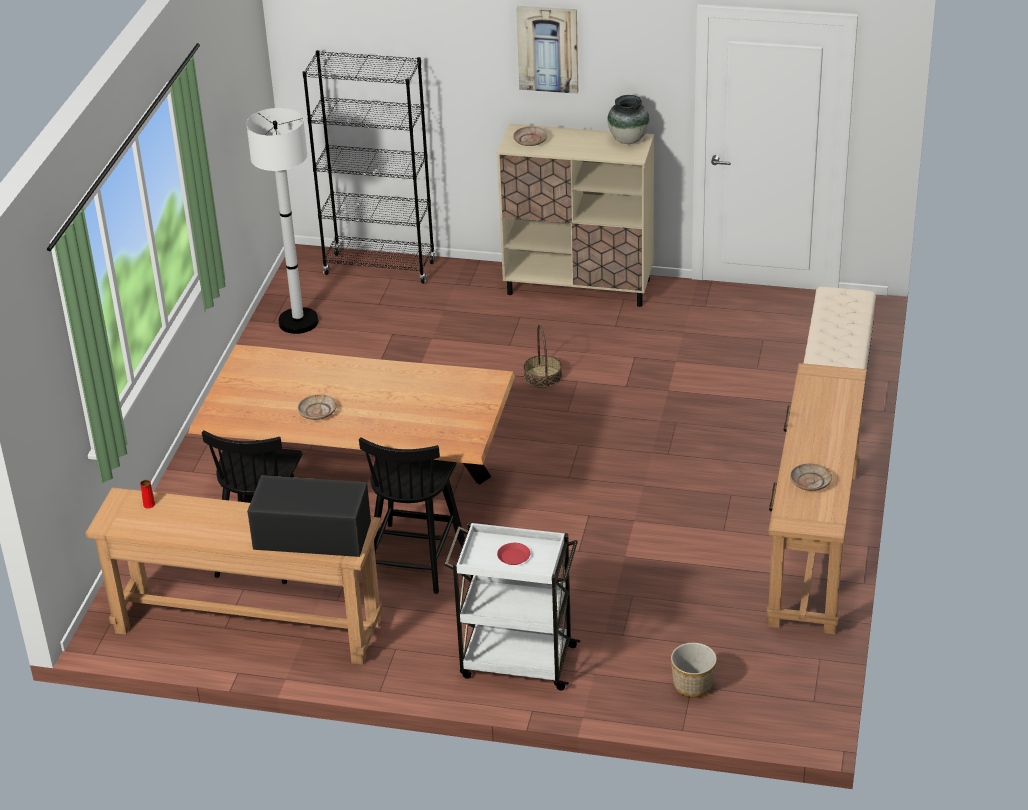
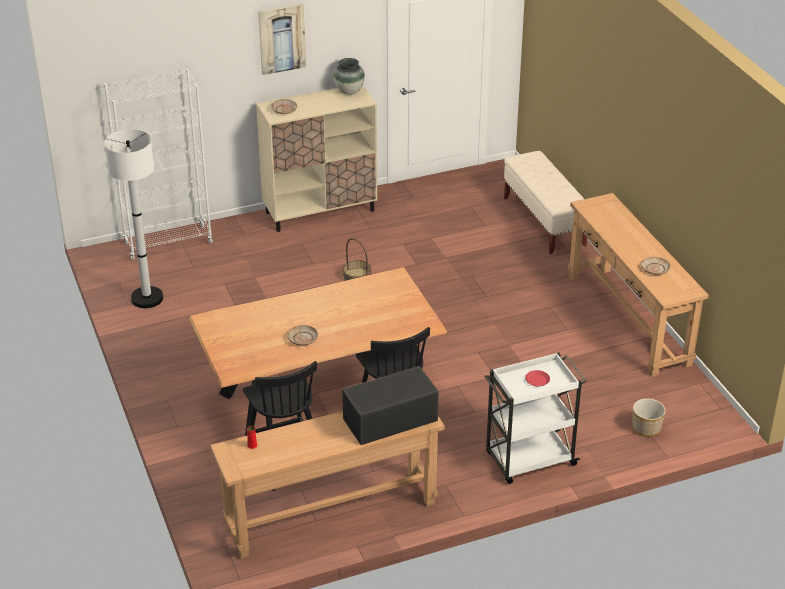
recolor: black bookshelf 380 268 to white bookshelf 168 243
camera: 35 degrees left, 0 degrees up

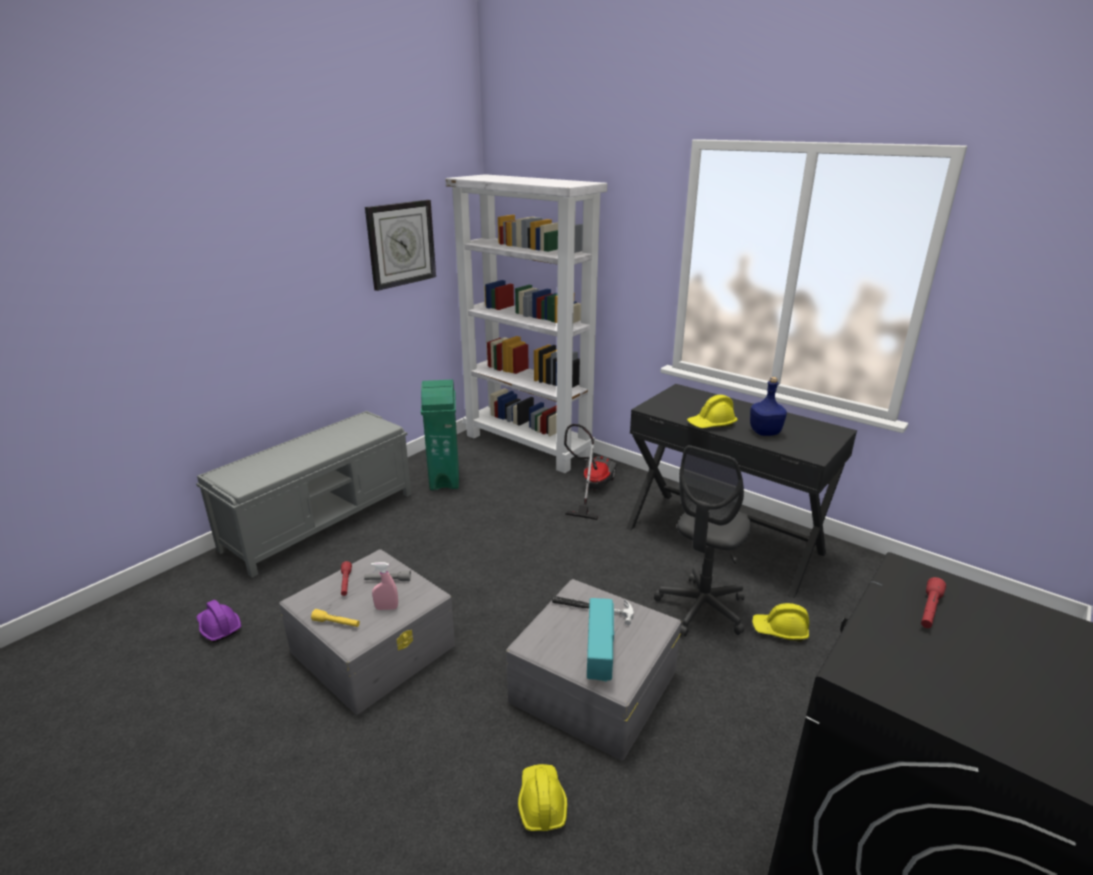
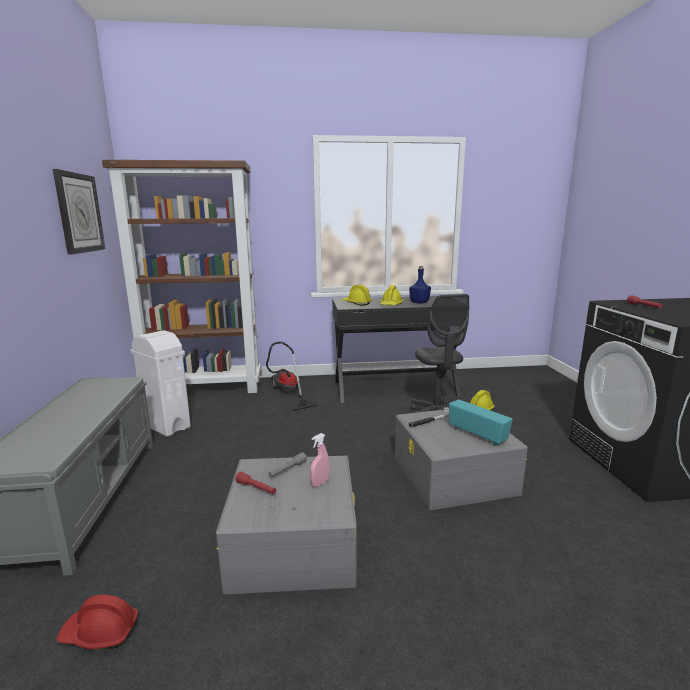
delete: yellow torch 336 623
move: yellow work helmet 541 802 to 356 303
recolor: purplish work helmet 219 627 to red work helmet 100 632; greenish waste bin 445 478 to white waste bin 167 426; white bookshelf 528 446 to brown bookshelf 205 388
camera: 45 degrees left, 10 degrees down

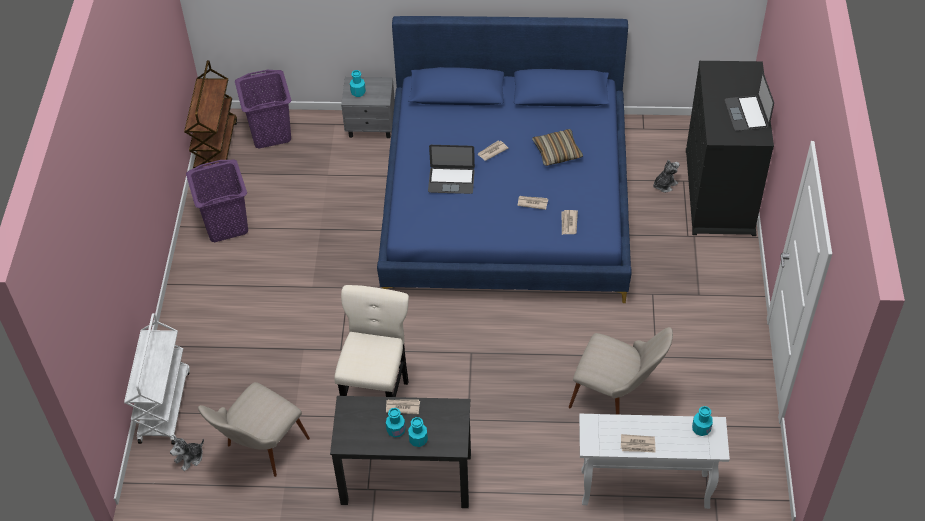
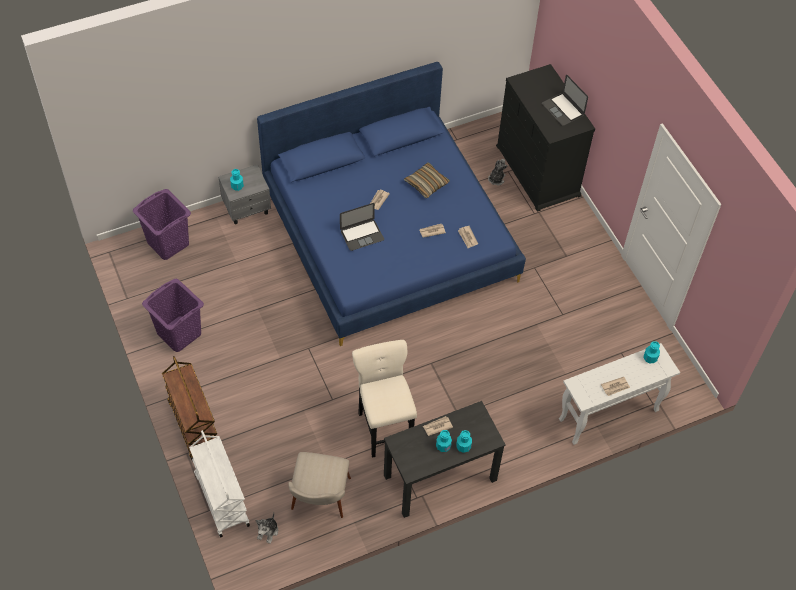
delete: beige-coloured plain chair 616 396
move: brown wheeled cart 215 148 to 193 425
camera: 30 degrees left, 5 degrees up

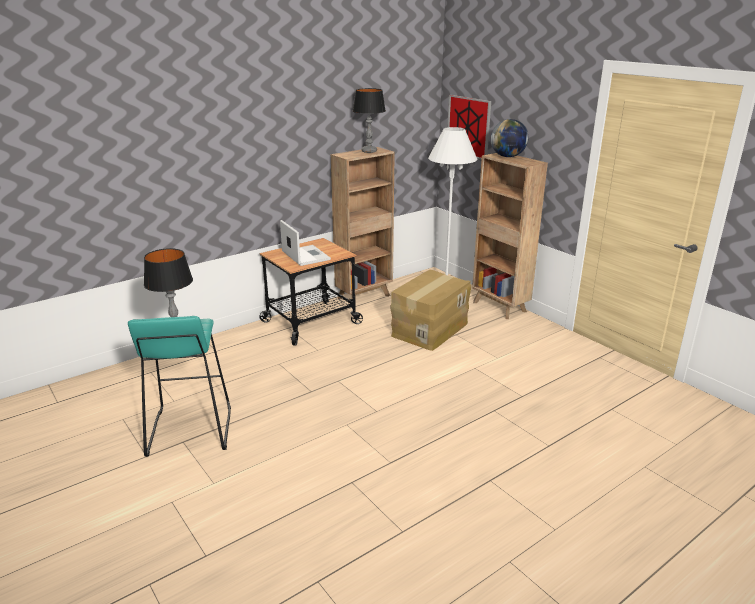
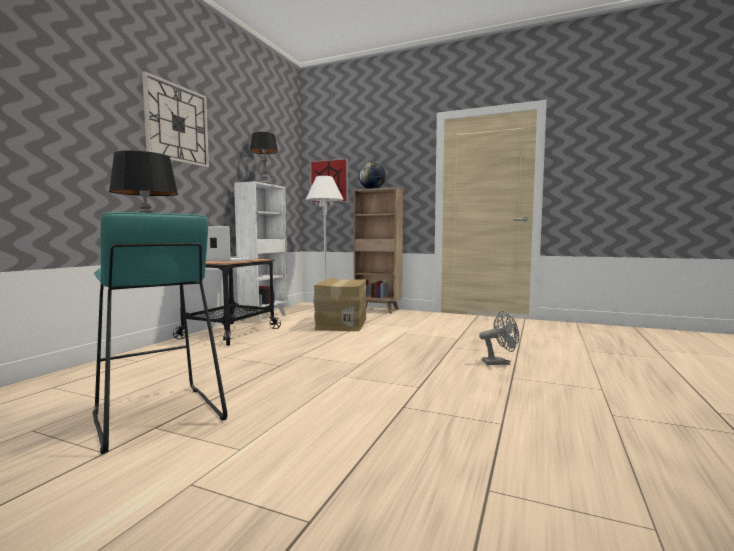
insert: wall clock 177 124; grey cooling fan 500 363
recolor: brown bookshelf 364 296 to white bookshelf 264 317
camera: 30 degrees left, 20 degrees down

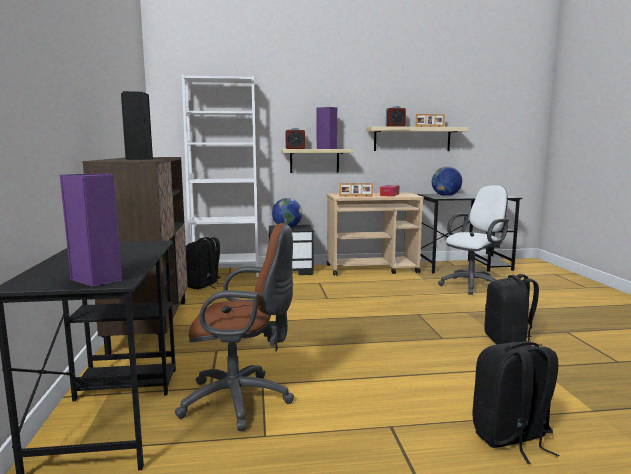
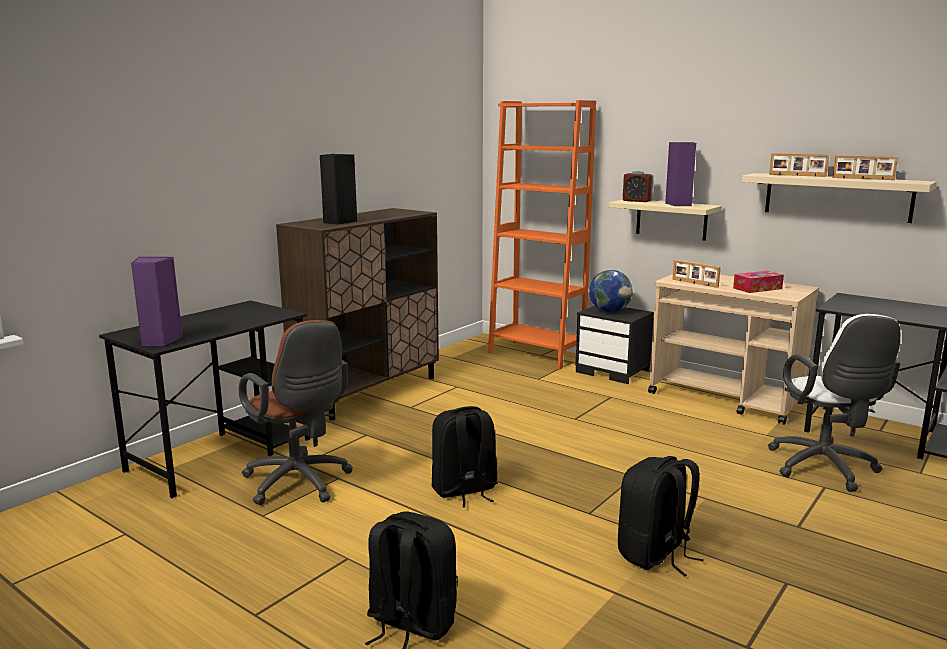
delete: world globe 446 196
move: black rucksack 204 285 to 464 490
replace: alarm clock 395 126 to picture frame 797 175
recolor: white bookshelf 225 273 to orangey bookshelf 536 354
rotate: white desk chair 473 285 = 825 469 75 degrees clockwise
camera: 45 degrees right, 5 degrees up

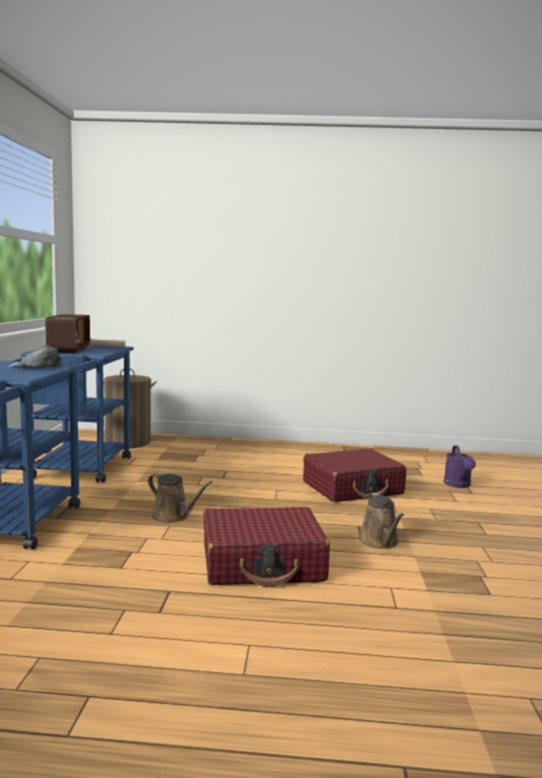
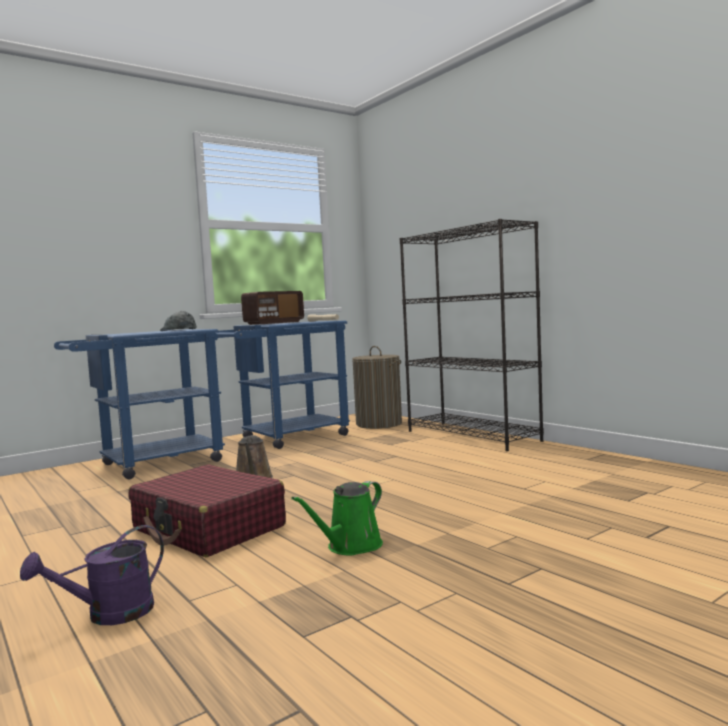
delete: red piece of luggage 353 488
insert: black bookshelf 472 436
move: purplish watering pot 458 485 to 109 615
recolor: brown watering pot 380 542 to greenish watering pot 350 547
camera: 50 degrees right, 5 degrees down

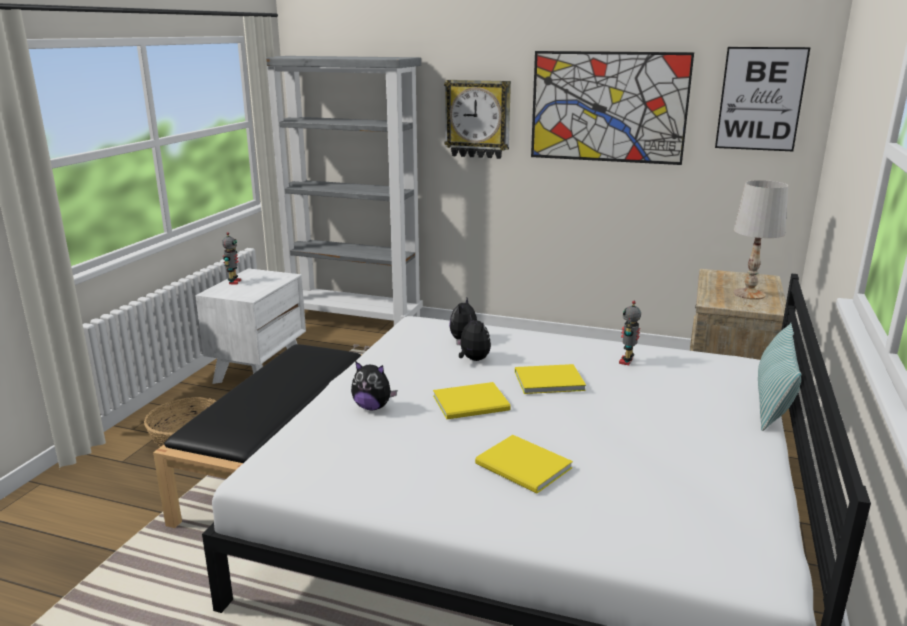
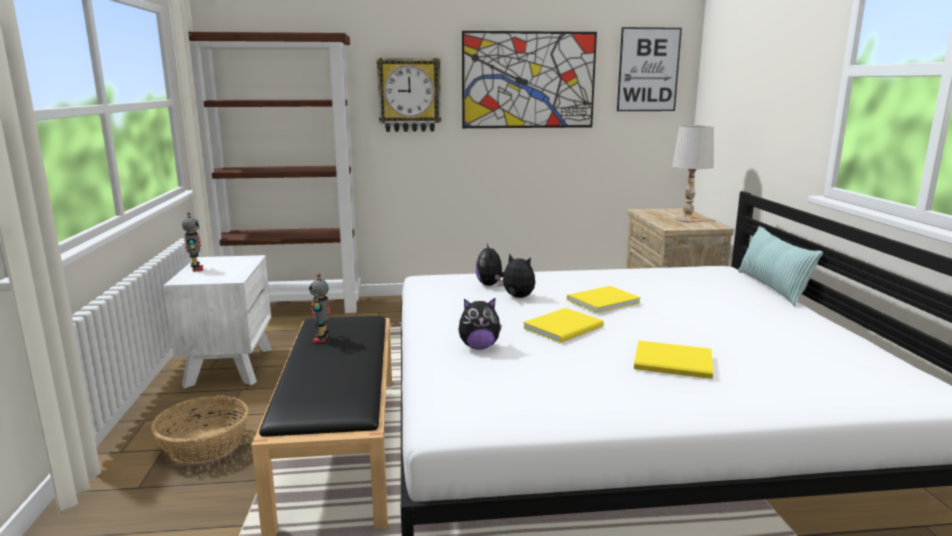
move: model robot 627 361 to 322 339
recolor: grey bookshelf 354 320 to brown bookshelf 292 307
camera: 25 degrees left, 5 degrees down

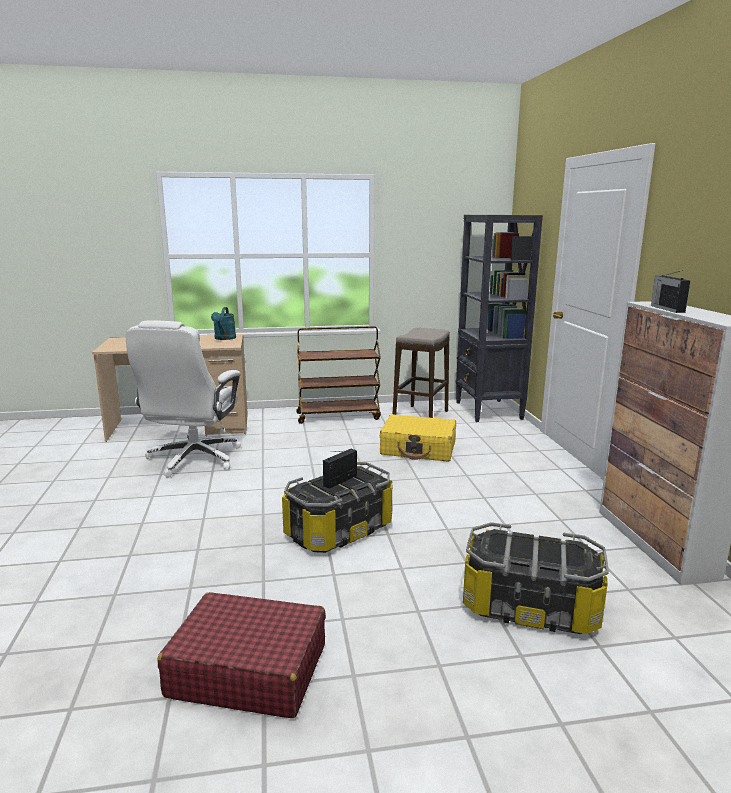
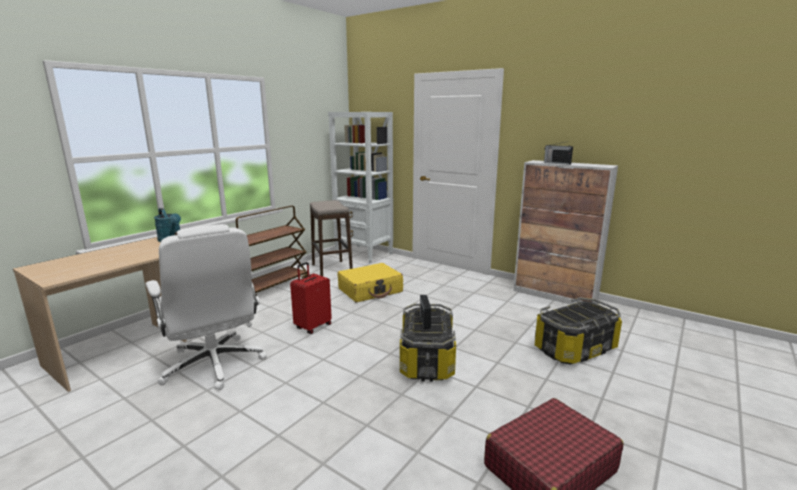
insert: red piece of luggage 312 326
recolor: black bookshelf 488 411 to white bookshelf 364 254
camera: 45 degrees left, 0 degrees up

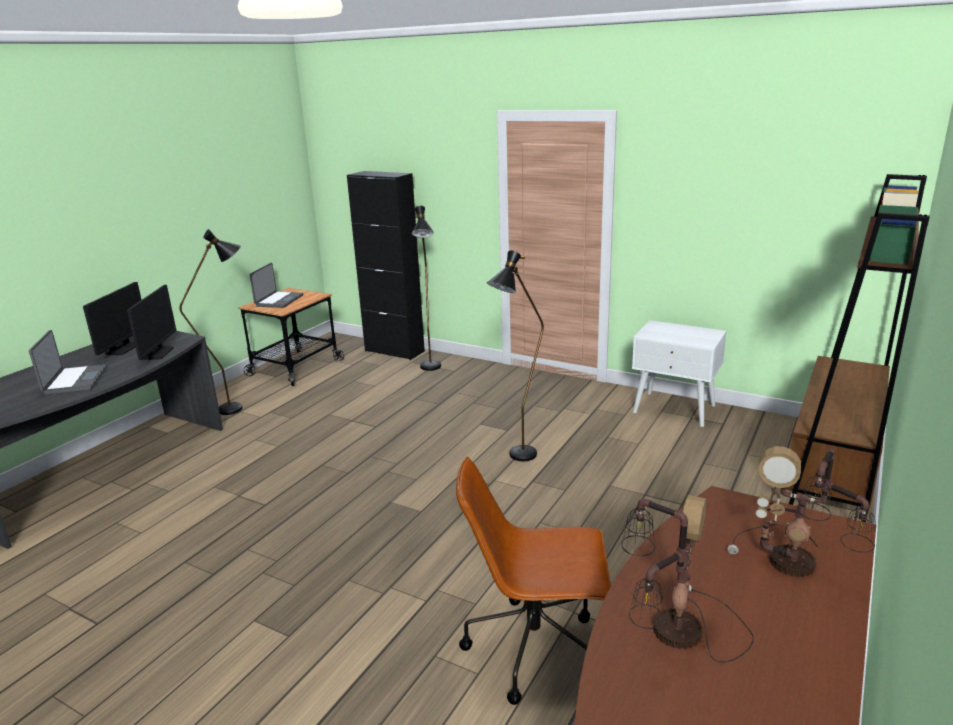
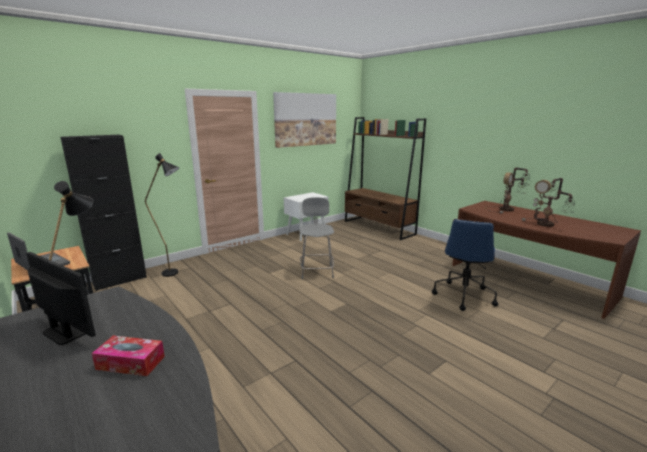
delete: computer display 157 353
insert: wall picture 306 119
replace: laptop 74 380 to tissue holder 130 363; black standard lamp 517 459 to grey plain chair 317 271
recolor: brown desk chair 536 648 to blue desk chair 463 295
camera: 70 degrees left, 5 degrees down

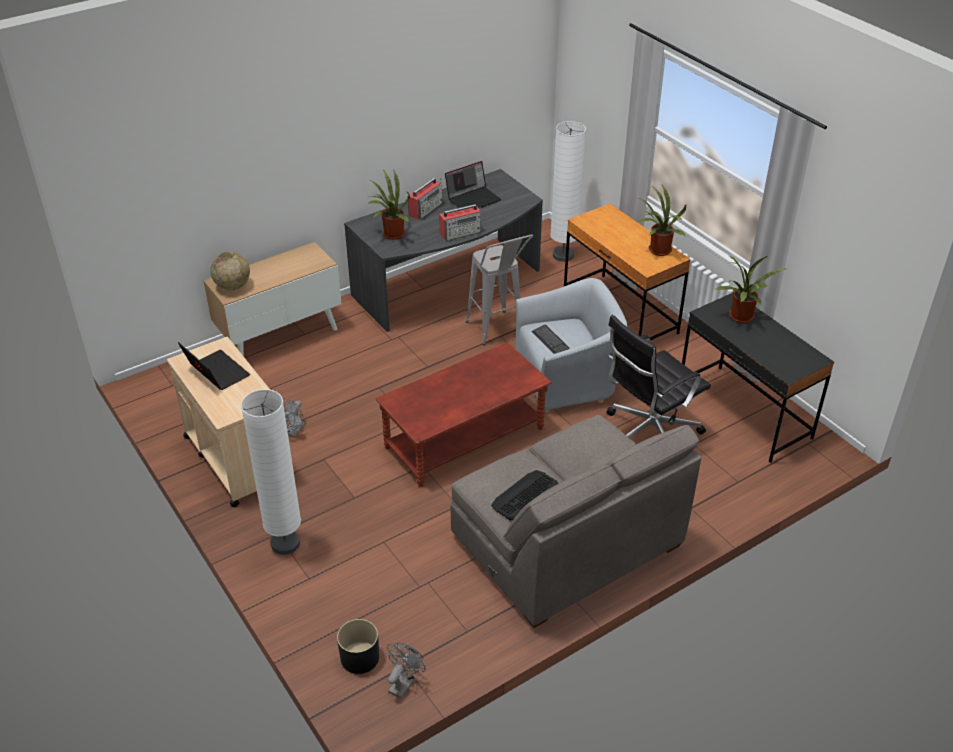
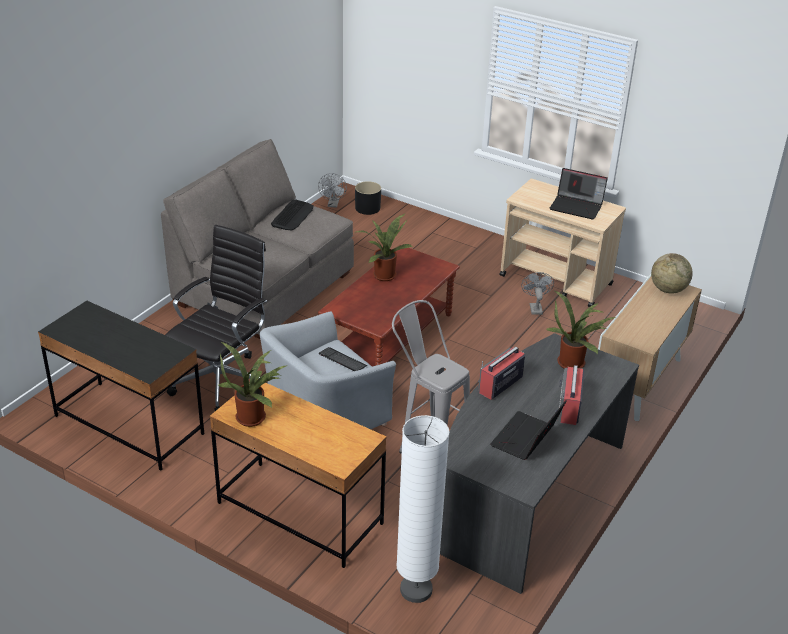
delete: white standard lamp 285 543
move: potted plant 741 318 to 383 274
camera: 155 degrees right, 5 degrees down

